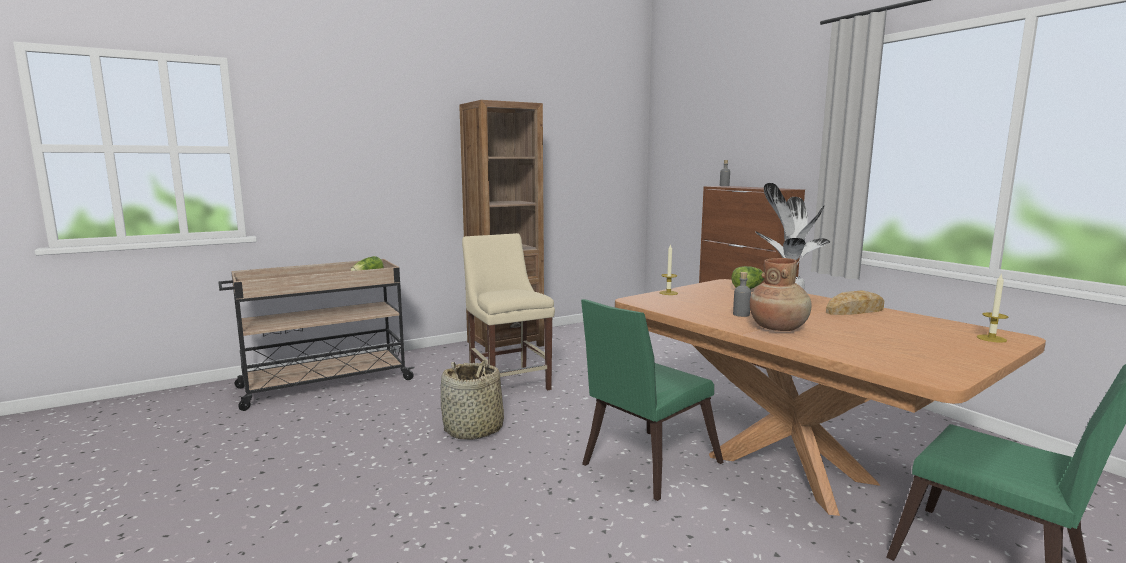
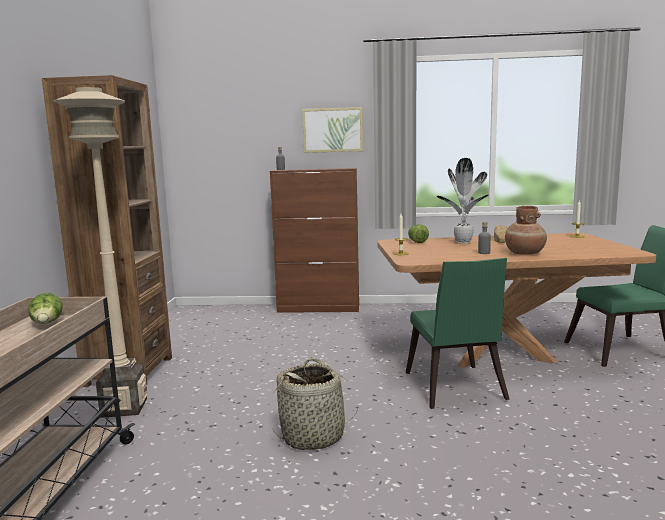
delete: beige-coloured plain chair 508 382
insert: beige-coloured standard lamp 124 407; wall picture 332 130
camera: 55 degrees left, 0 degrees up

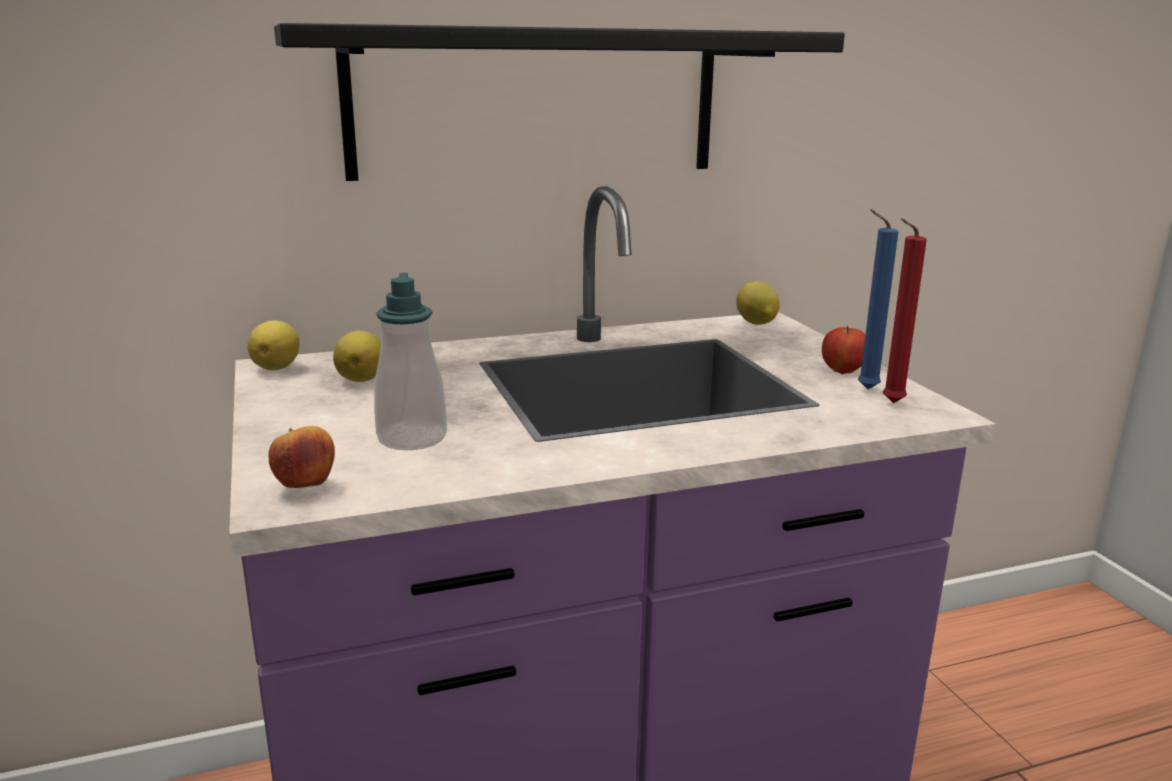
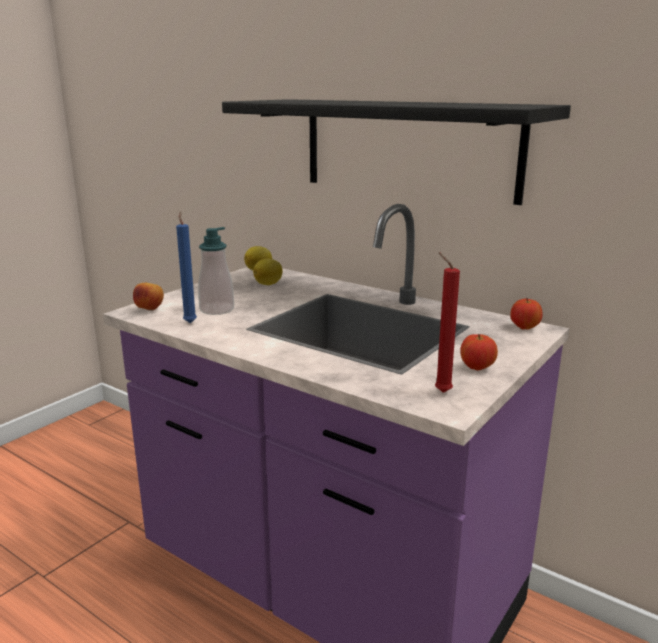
move: blue candle 864 389 to 190 322
replace: citrus fruit 756 323 to apple fruit 524 328
camera: 55 degrees right, 0 degrees up

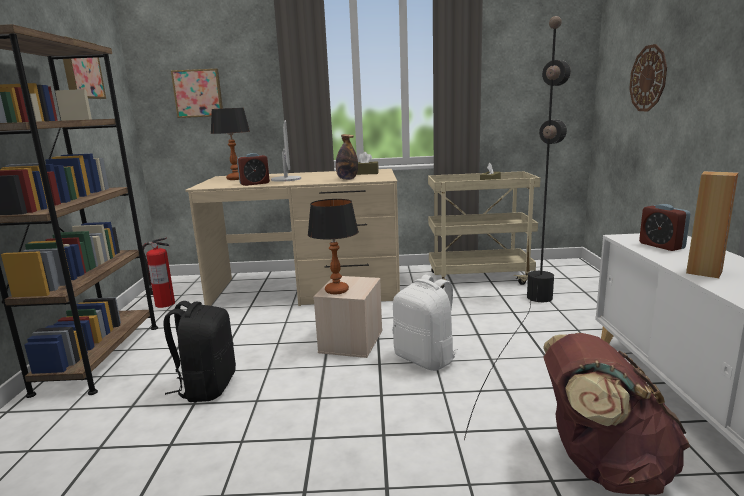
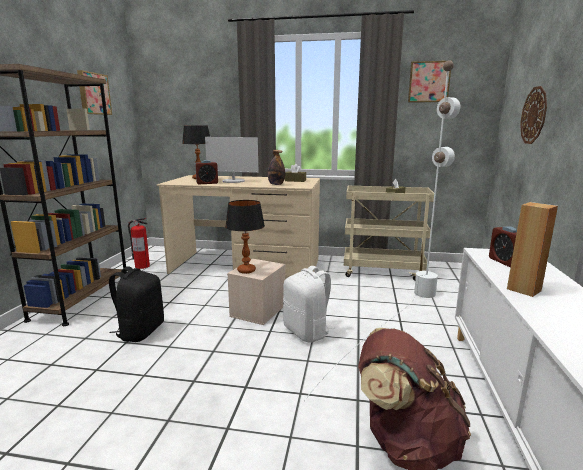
move: wall picture 198 93 to 429 82
recolor: black standard lamp 523 324 to white standard lamp 399 313
rotate: computer display 286 179 = 233 181 105 degrees clockwise
camera: 10 degrees right, 0 degrees up

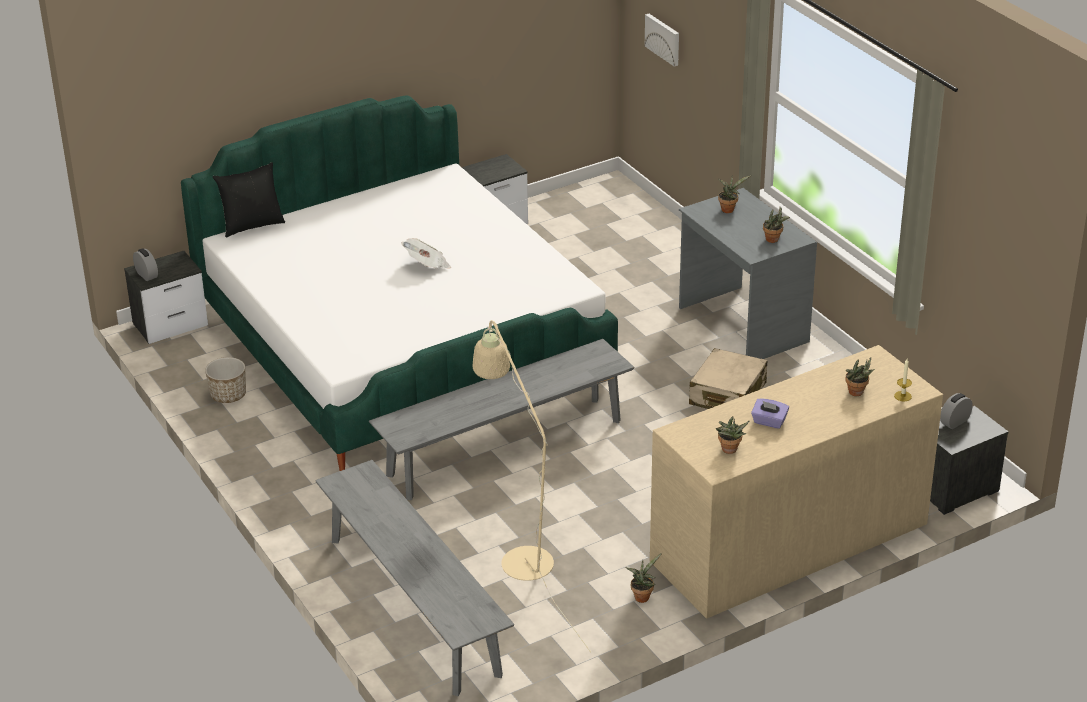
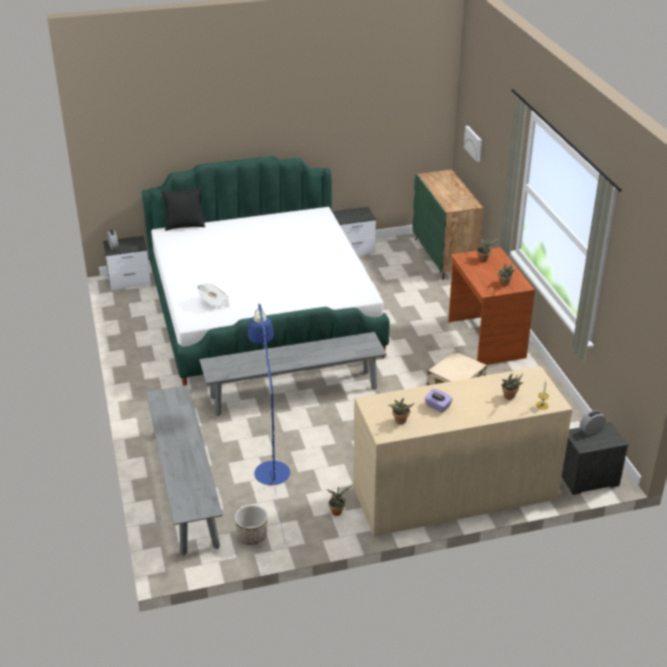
insert: greenish cabinet 444 256
move: flower pot 228 395 to 252 536; newspaper 427 265 to 215 303
recolor: beige-coloured standard lamp 521 555 to blue standard lamp 270 466; grey desk 741 325 to brown desk 485 339
camera: 15 degrees right, 0 degrees up

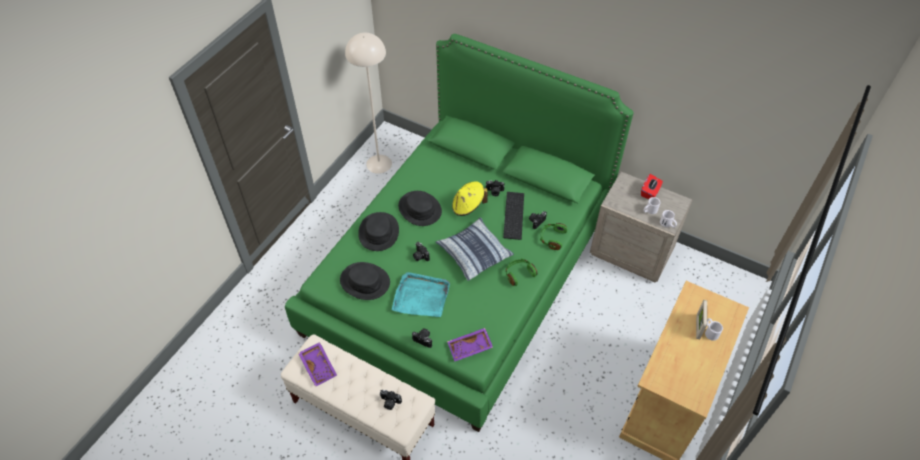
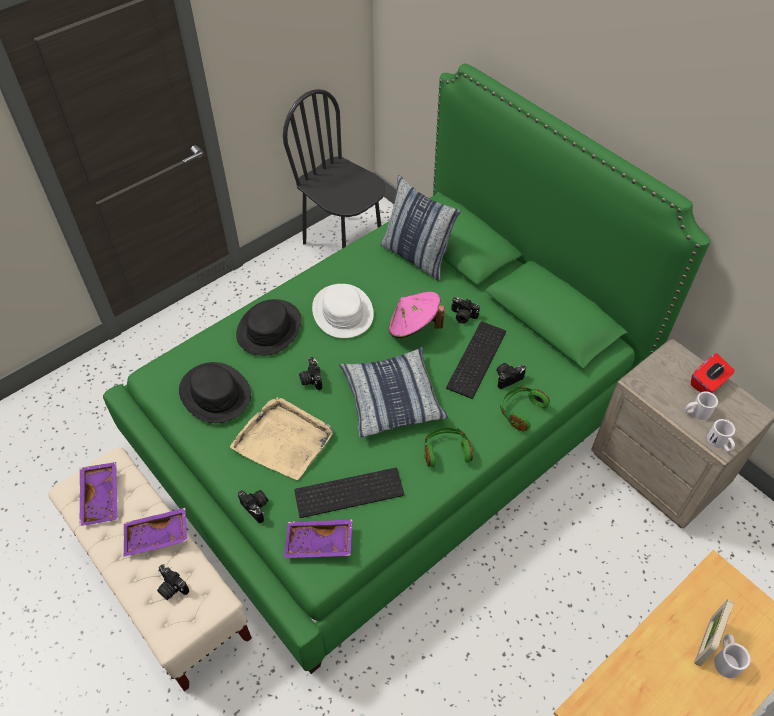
insert: purplish carrying tray 157 537; keyboard 350 490; throw pillow 416 256
replace: beige-coloured standard lamp 379 163 to black plain chair 343 243
recolor: blue-green carrying tray 421 297 to beige-coloured carrying tray 284 440; black hat 419 209 to white hat 342 312; yellow hat 468 206 to pink hat 414 327
camera: 20 degrees right, 0 degrees up

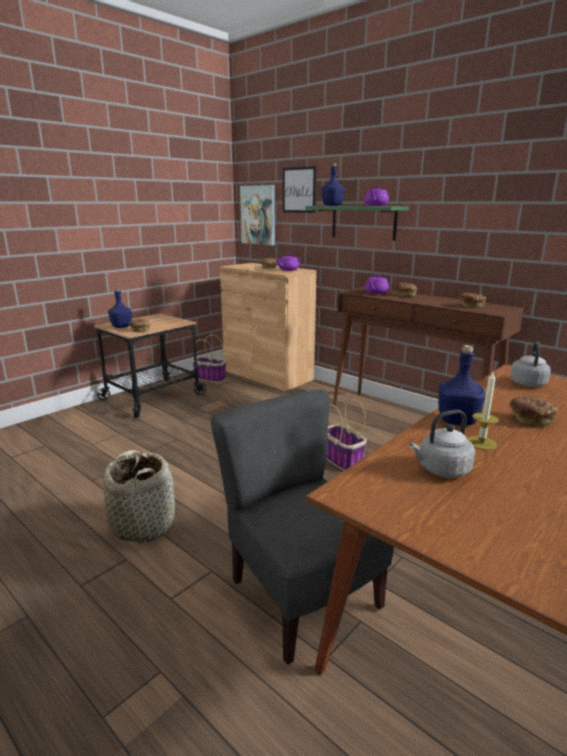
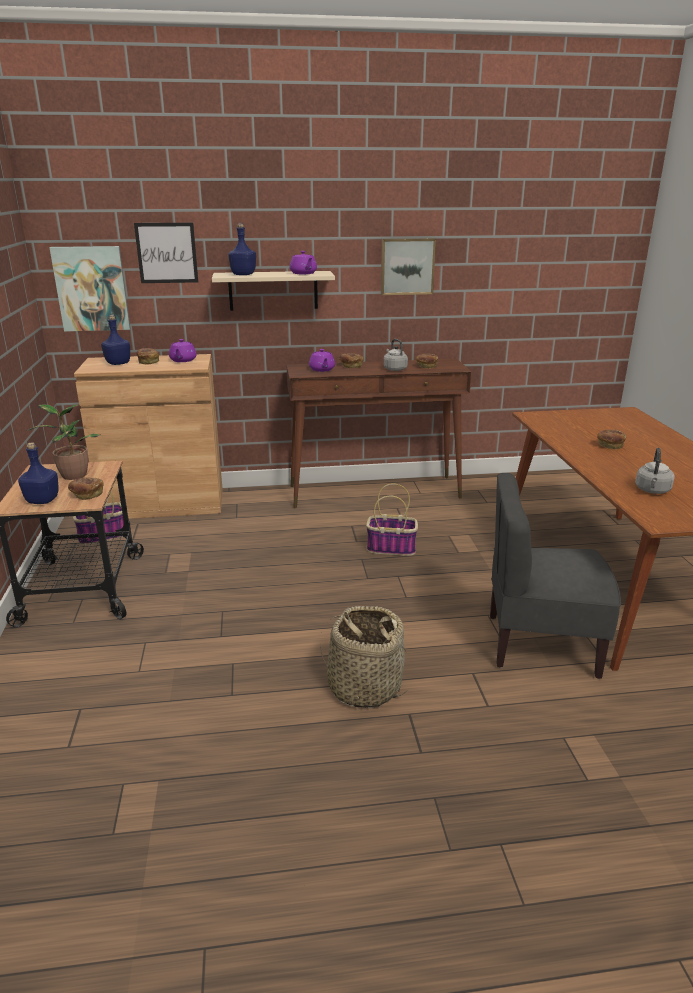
delete: candle 481 443
insert: potted plant 72 475; wall picture 407 266
move: blue bottle 456 420 to 117 363; grey tea kettle 528 383 to 394 369
recolor: greenish bracket shelf 363 222 to beige-coloured bracket shelf 273 290
camera: 50 degrees left, 5 degrees up

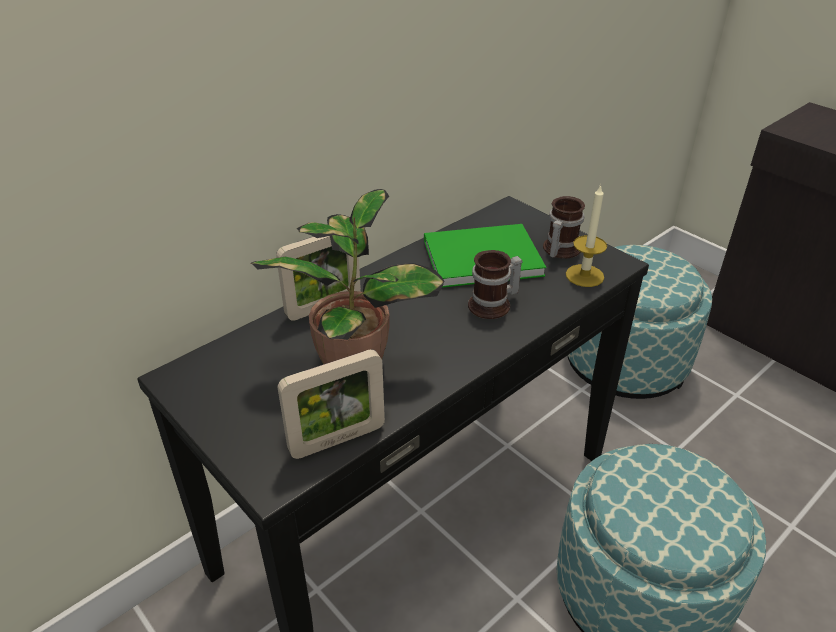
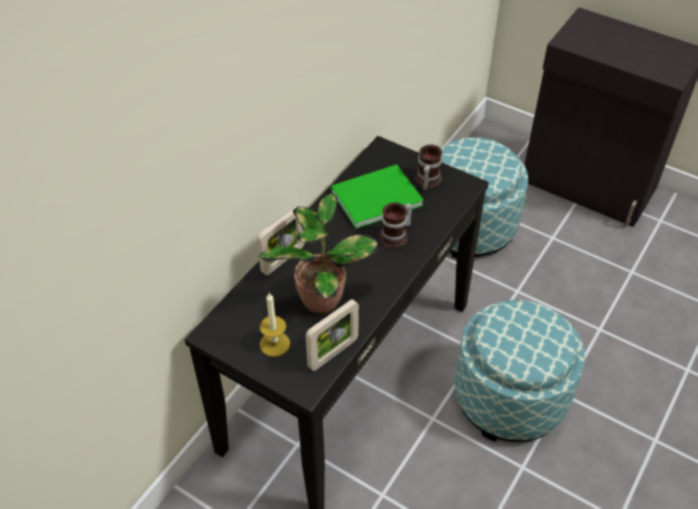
move: candle 584 275 to 274 344
camera: 15 degrees left, 10 degrees up

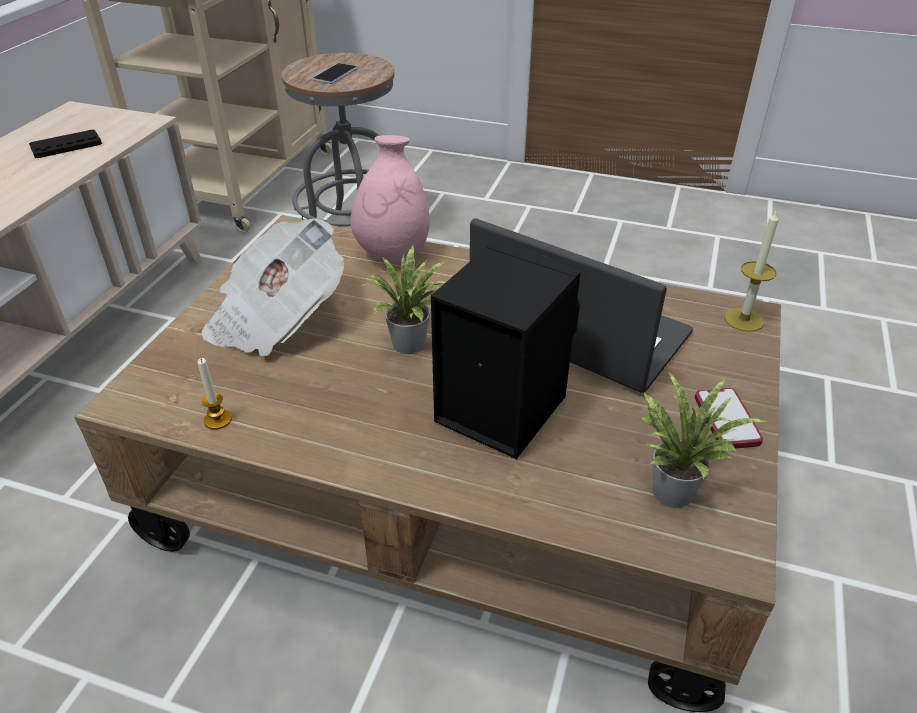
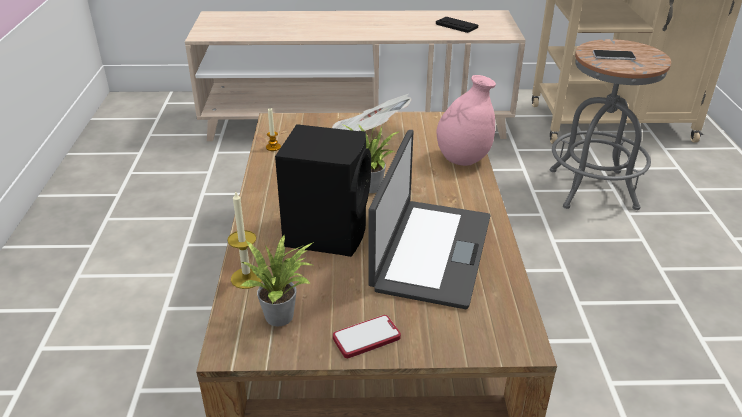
move: candle 744 320 to 247 278
camera: 70 degrees right, 5 degrees down

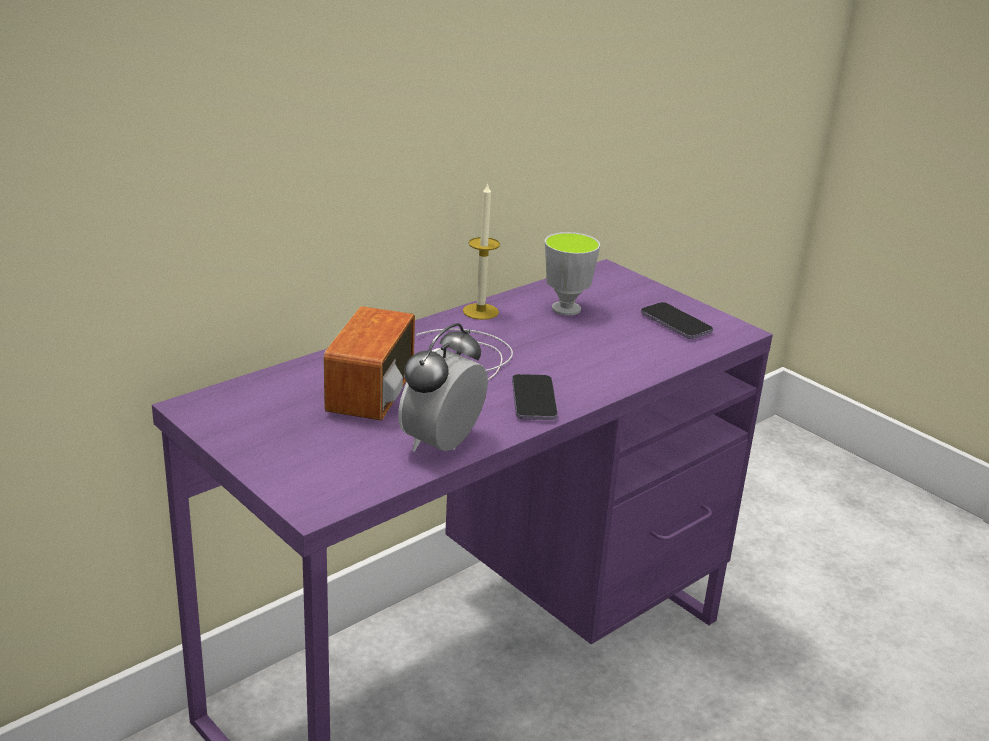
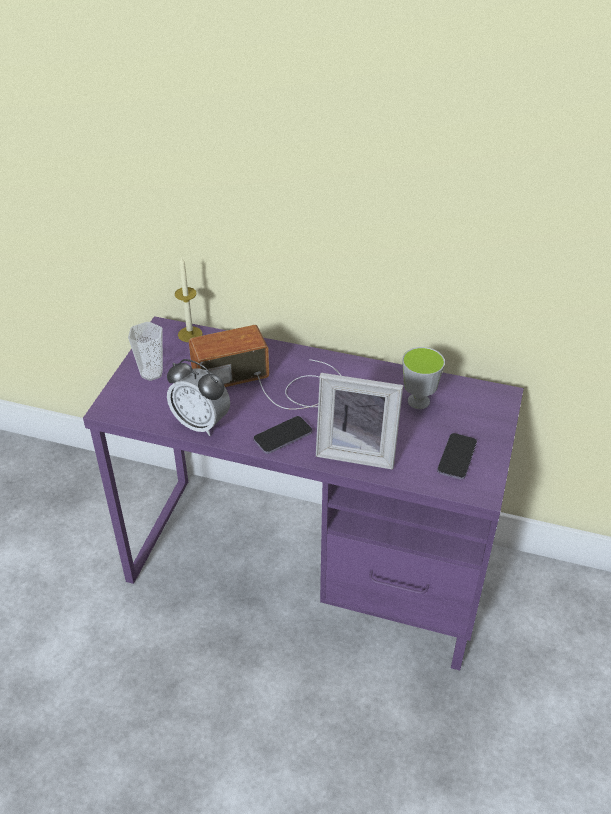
insert: small cup 151 373; picture frame 357 451
move: candle 480 311 to 190 334
rotate: alarm clock 442 444 = 201 423 150 degrees counterclockwise
camera: 60 degrees right, 15 degrees up

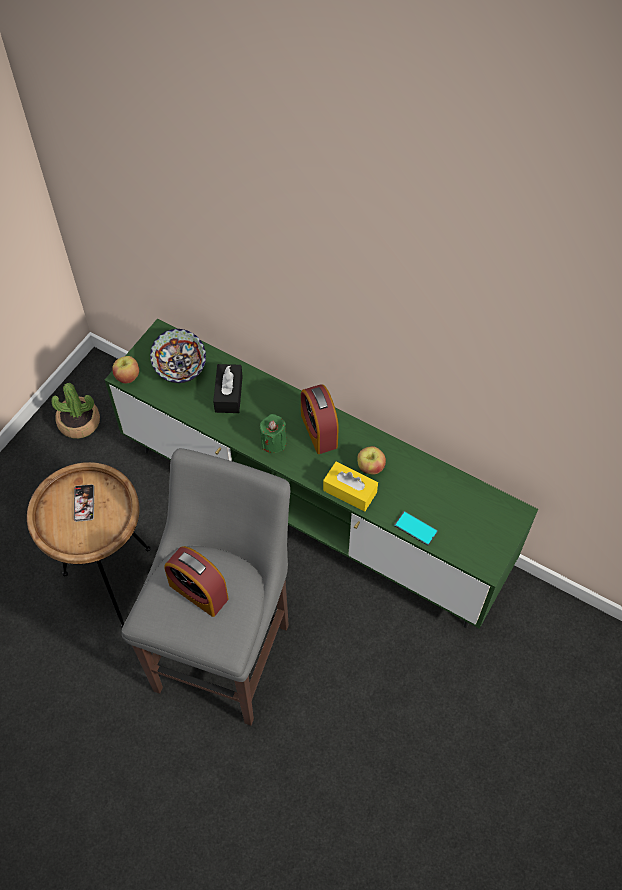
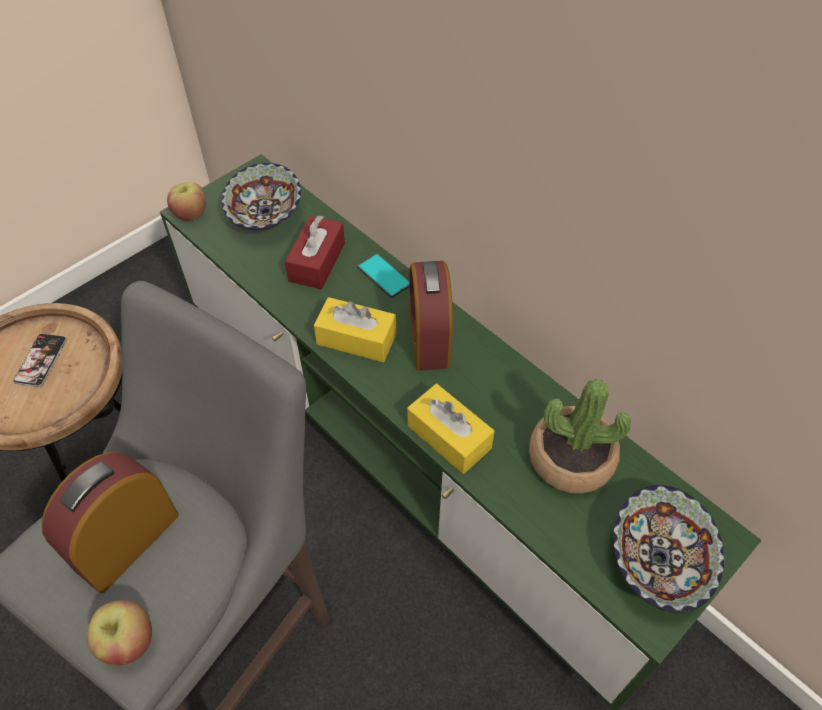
insert: bowl 657 559
move: potted plant 79 423 to 570 459; apple fruit 370 467 to 128 642; telephone 415 528 to 383 276
replace: greenish candle 273 442 to yellow tissue holder 356 339
recolor: black tissue holder 228 394 to red tissue holder 317 262
rotate: alarm clock 198 592 = 127 541 75 degrees clockwise
camera: 15 degrees right, 5 degrees down

